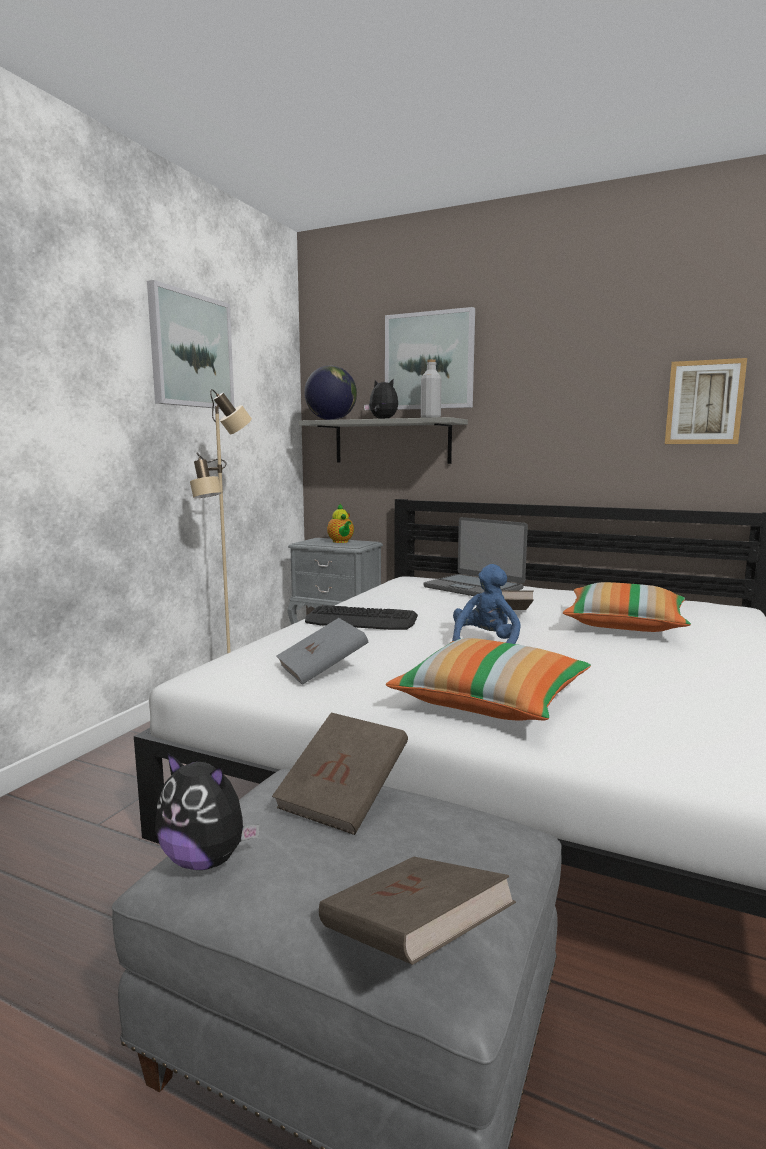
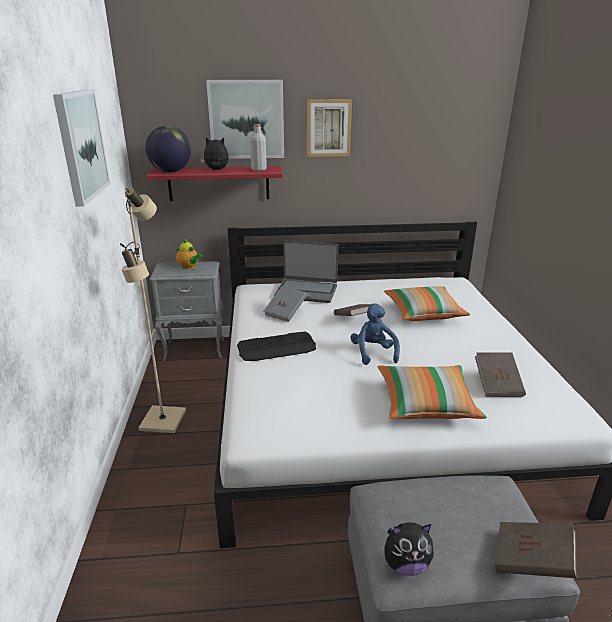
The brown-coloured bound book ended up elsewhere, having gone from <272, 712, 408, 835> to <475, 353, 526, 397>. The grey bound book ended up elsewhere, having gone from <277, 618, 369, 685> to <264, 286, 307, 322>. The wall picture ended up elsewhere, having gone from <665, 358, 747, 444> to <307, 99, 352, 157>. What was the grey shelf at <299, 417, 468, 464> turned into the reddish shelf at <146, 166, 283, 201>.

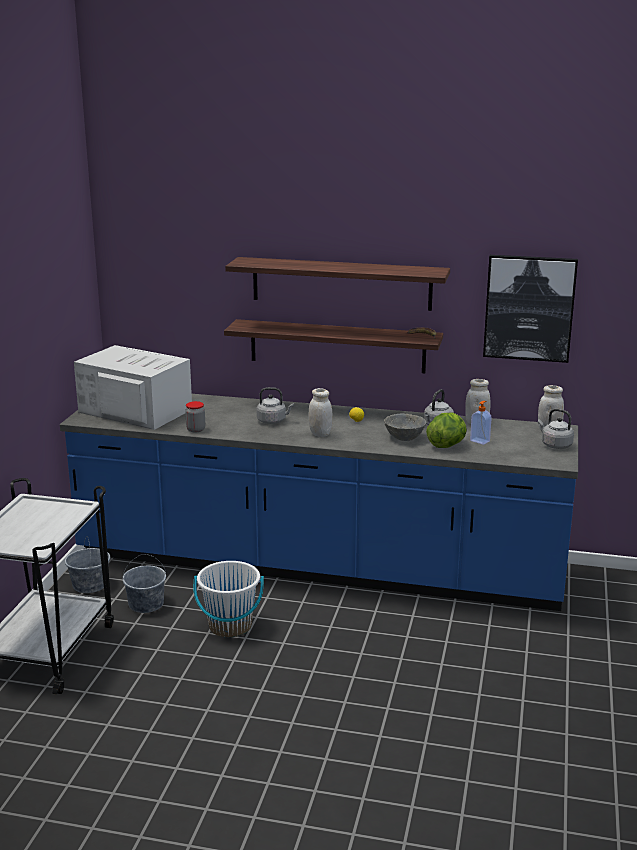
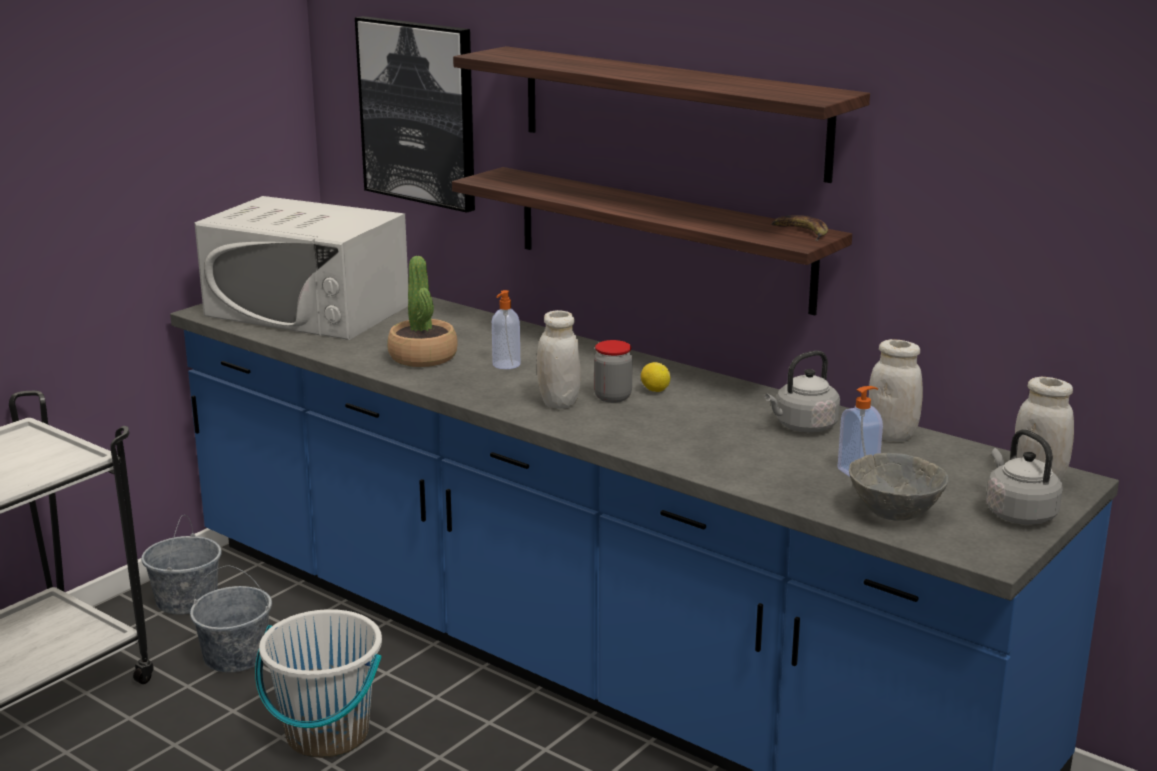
The second view lost the head of lettuce at <426, 413, 467, 448>. The second view gained the plant in a pot at <387, 256, 458, 367>. The jar ended up elsewhere, having gone from <185, 401, 205, 433> to <594, 340, 633, 403>. The grey bowl ended up elsewhere, having gone from <384, 414, 426, 441> to <849, 453, 948, 521>. The wall picture ended up elsewhere, having gone from <483, 255, 578, 363> to <355, 16, 475, 213>. Where the grey kettle stood at <257, 387, 294, 424>, the soap bottle came to stand at <492, 290, 520, 369>. The white microwave oven at <74, 345, 192, 430> ended up facing another way, 150 degrees clockwise from before.

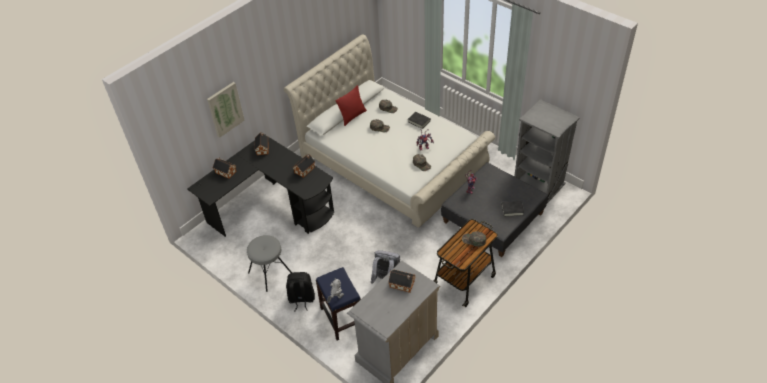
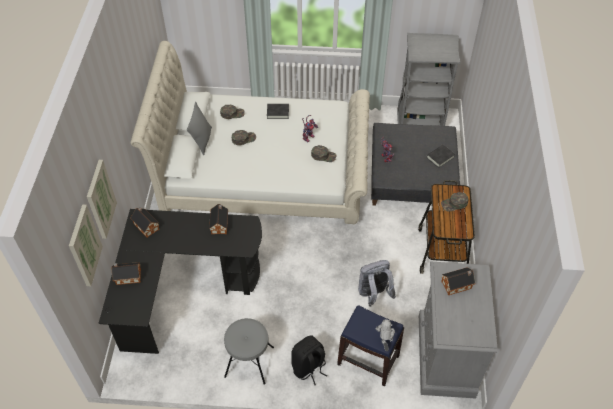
The second view gained the wall picture at <69, 204, 103, 287>. What was the reddish cushion at <335, 85, 367, 126> turned into the grey cushion at <187, 102, 212, 155>.

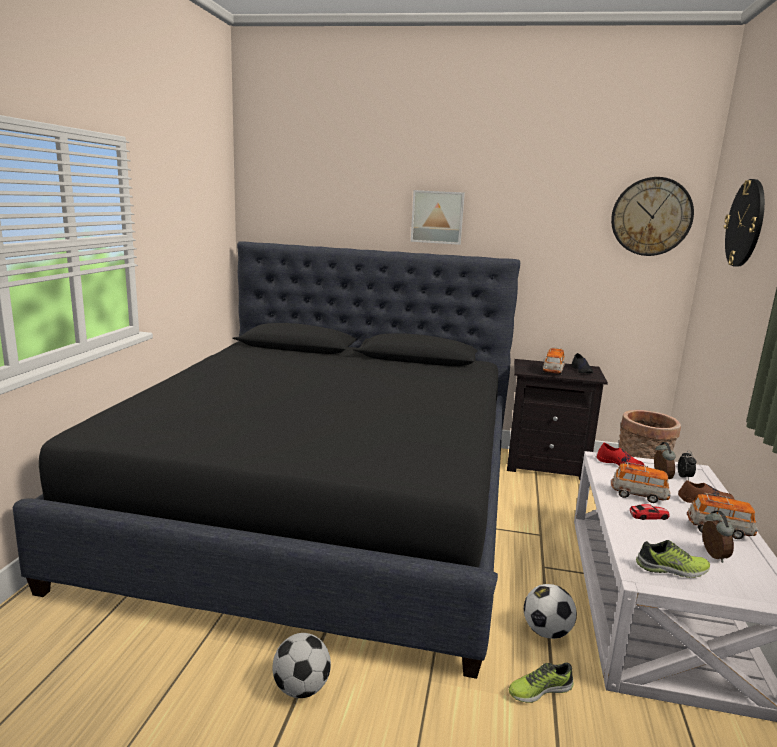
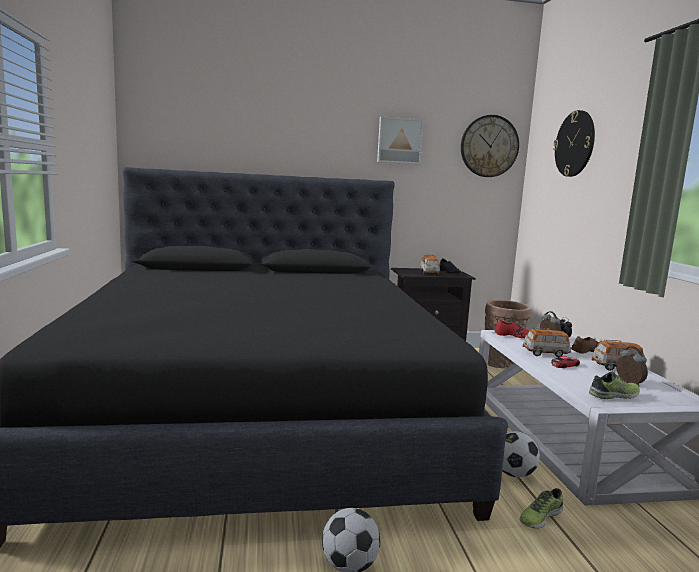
The wall picture ended up elsewhere, having gone from <411, 190, 465, 245> to <377, 117, 424, 164>.

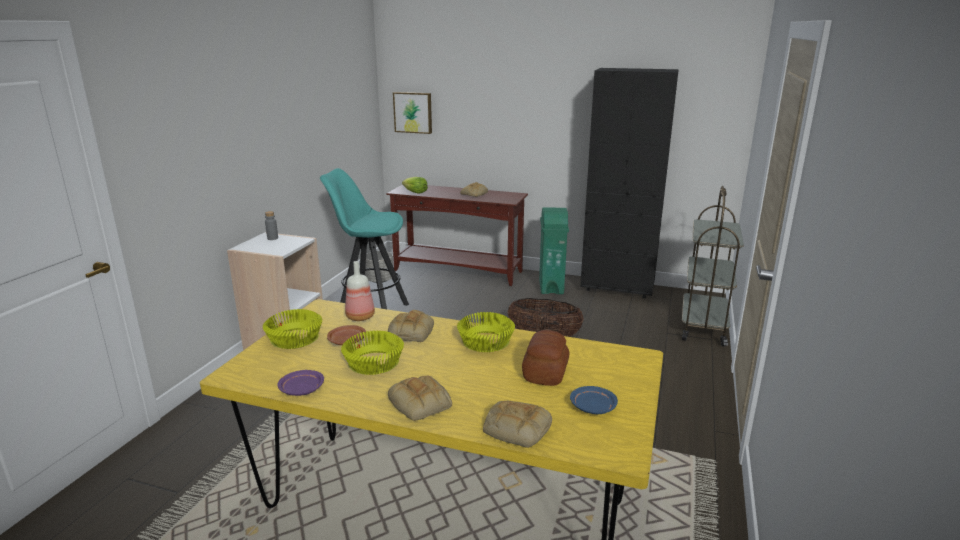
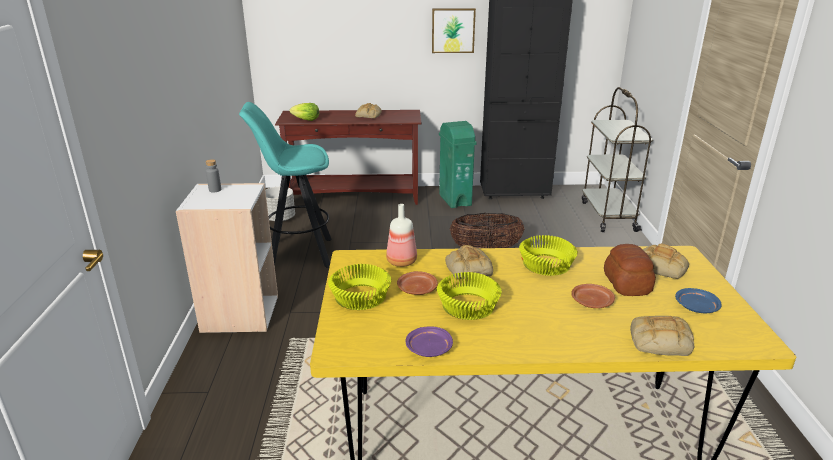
The second view gained the brown-coloured dinner plate at <571, 284, 615, 308>. The bakery bread ended up elsewhere, having gone from <388, 376, 452, 421> to <642, 244, 689, 279>. The wall picture ended up elsewhere, having gone from <393, 92, 432, 134> to <432, 8, 476, 53>.

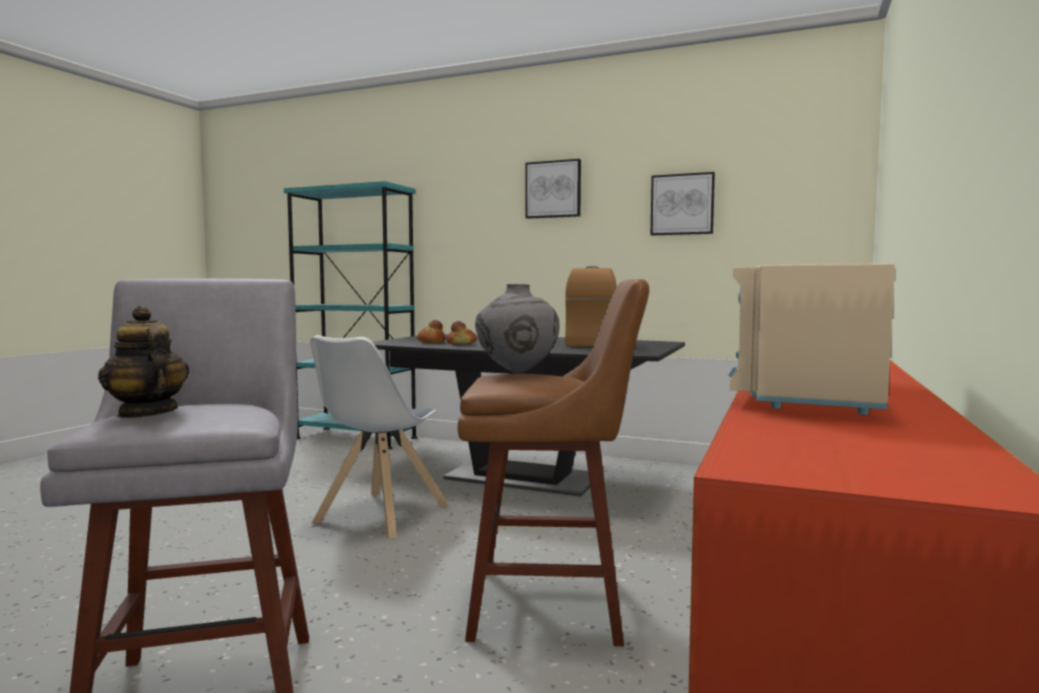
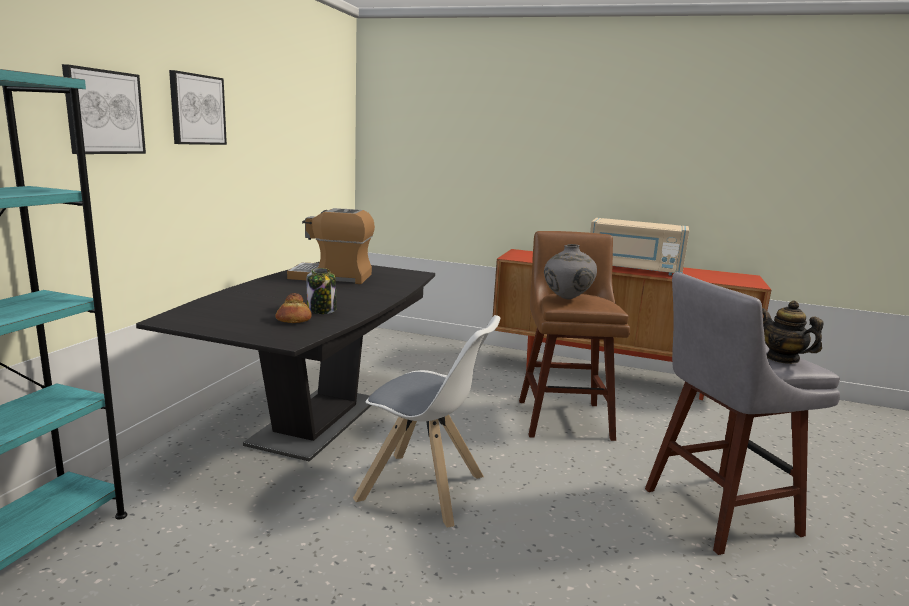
The wall picture ended up elsewhere, having gone from <651, 172, 715, 235> to <62, 64, 146, 154>. Where the bakery bread stood at <447, 321, 477, 344>, the jar came to stand at <306, 268, 336, 314>. The tea pot at <98, 306, 189, 418> ended up facing another way, 105 degrees clockwise from before.

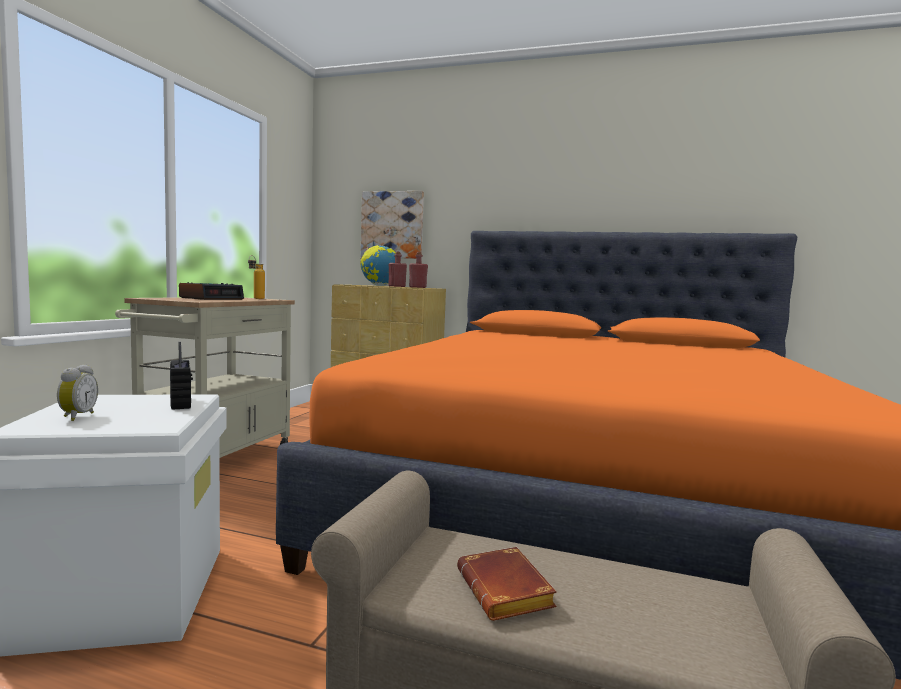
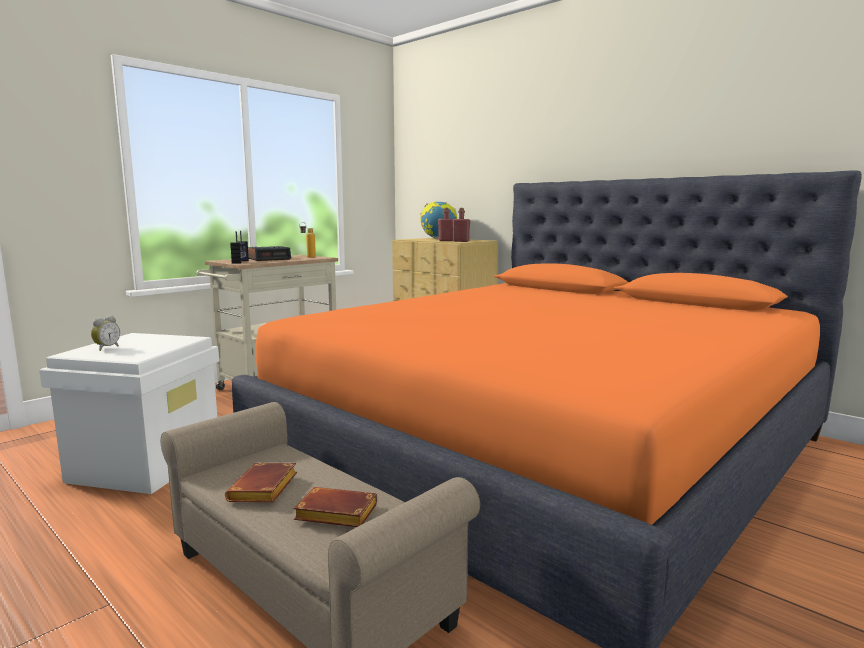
The second view lost the wall picture at <361, 191, 424, 259>. The second view gained the brown-coloured bound book at <293, 487, 377, 527>. The radio set ended up elsewhere, having gone from <170, 342, 193, 410> to <230, 231, 249, 264>.

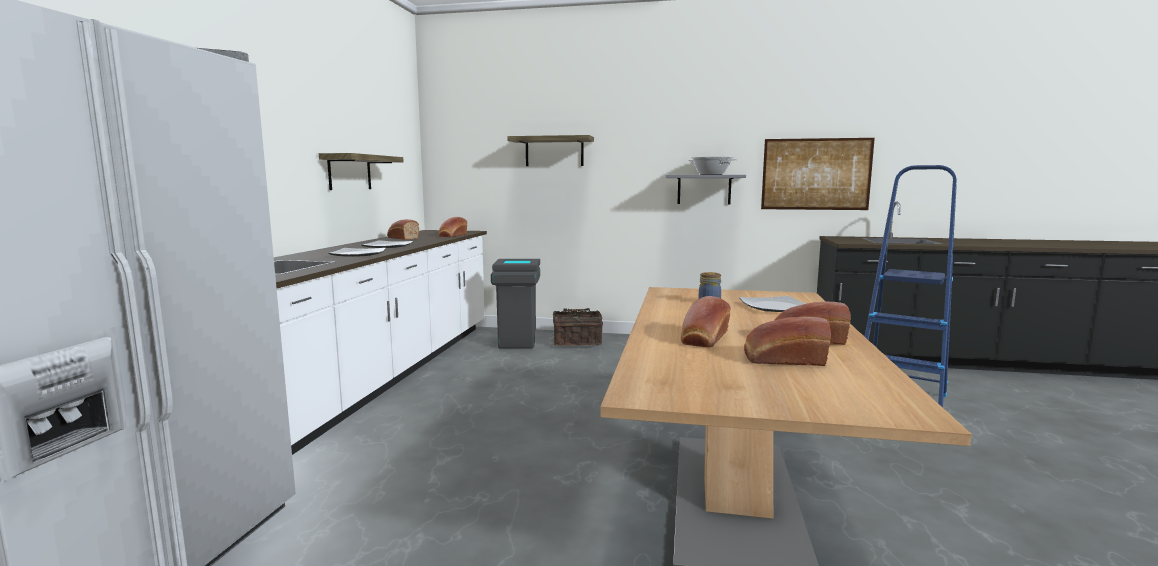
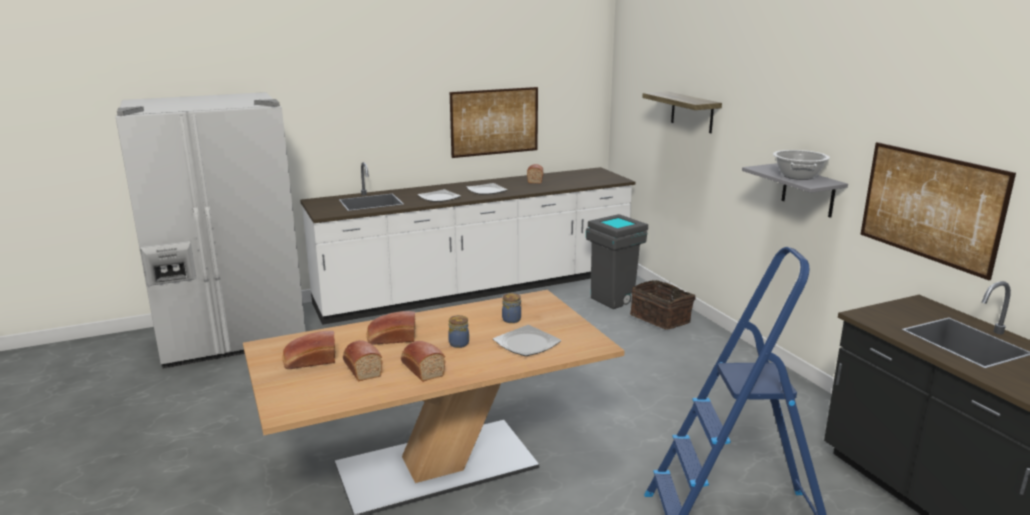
The second view gained the jar at <448, 315, 469, 348>. The bakery bread ended up elsewhere, having gone from <439, 217, 467, 237> to <282, 331, 336, 369>. Where the shelf hung at <319, 153, 404, 190>, the wall picture came to hang at <450, 87, 538, 158>.

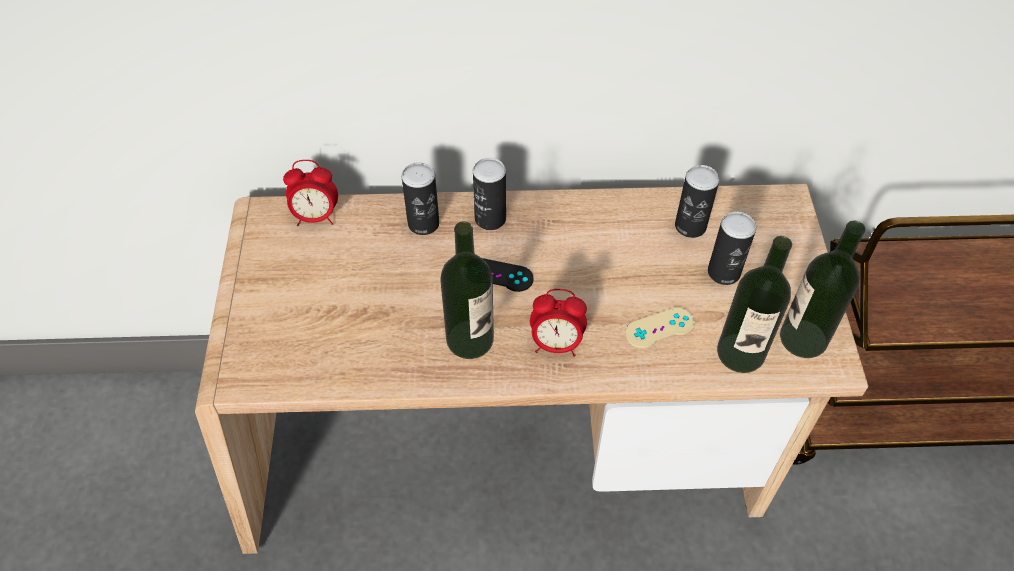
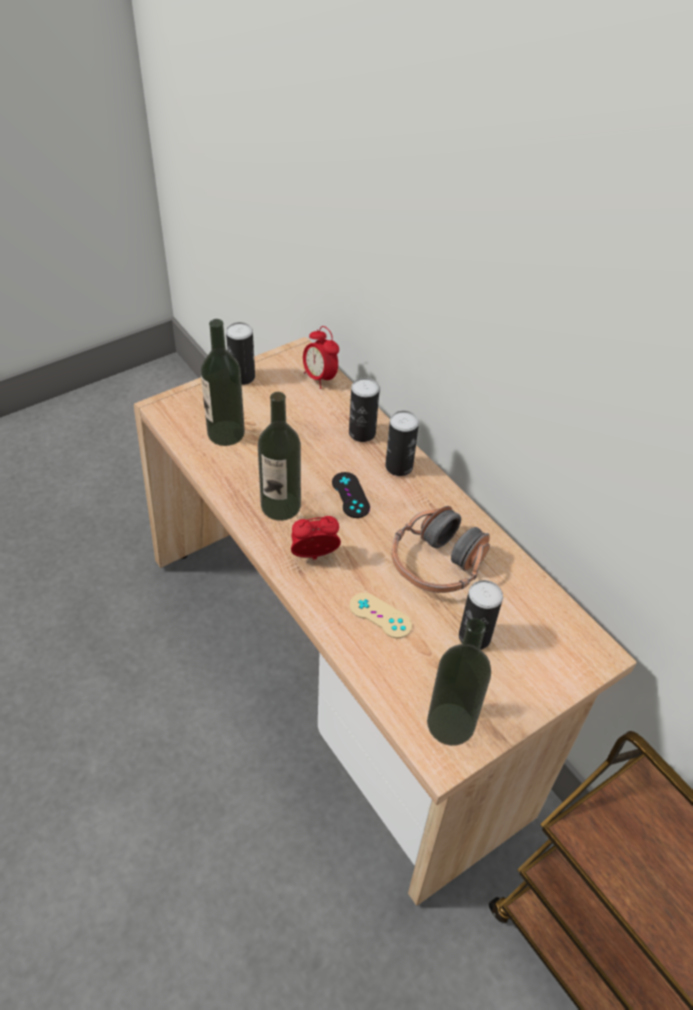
The second view gained the headphones at <392, 506, 490, 593>. The can ended up elsewhere, having gone from <675, 165, 720, 238> to <226, 322, 255, 385>. The drink bottle ended up elsewhere, having gone from <717, 236, 792, 373> to <200, 319, 245, 446>. The alarm clock at <530, 289, 587, 357> ended up facing another way, 105 degrees clockwise from before.

